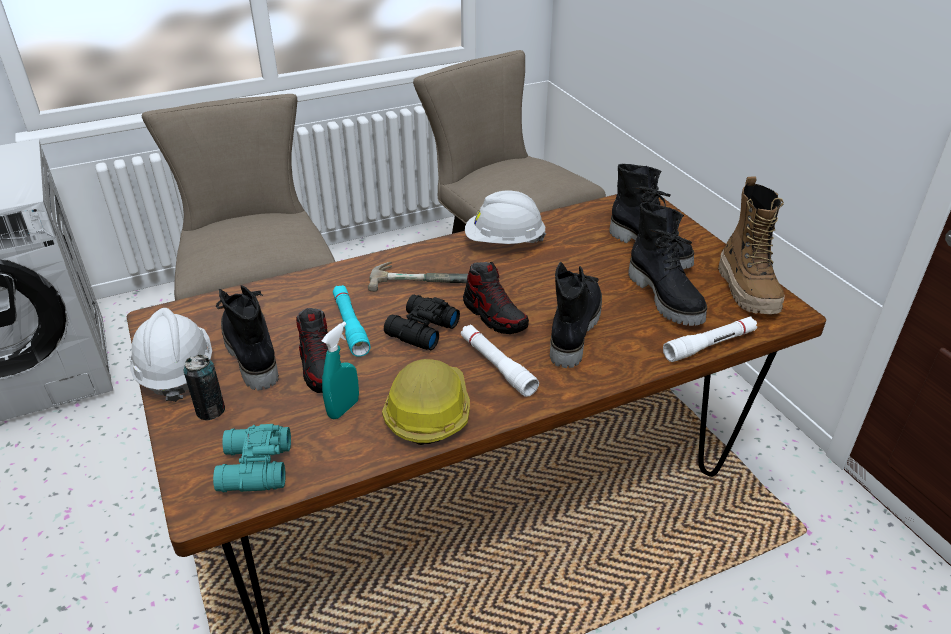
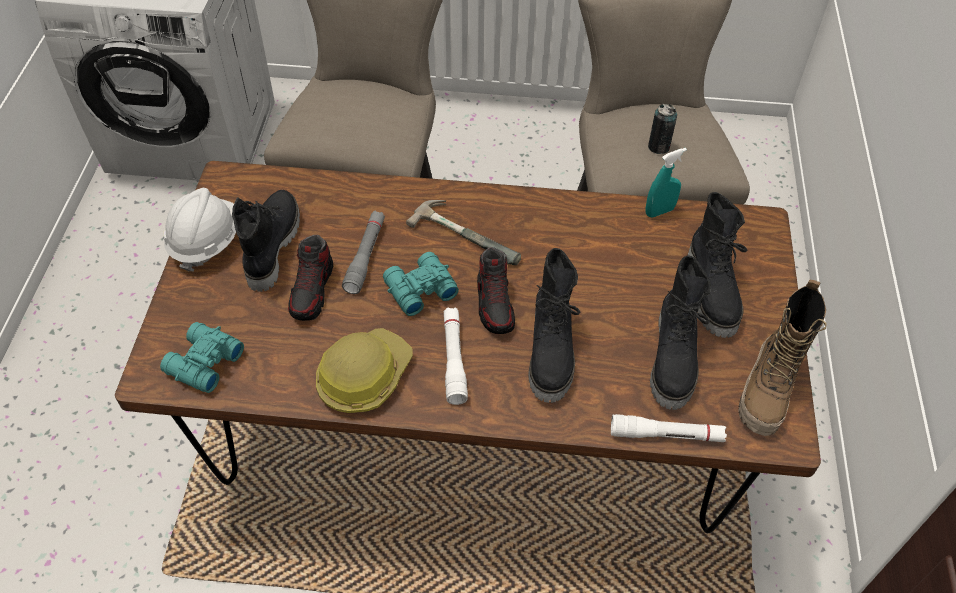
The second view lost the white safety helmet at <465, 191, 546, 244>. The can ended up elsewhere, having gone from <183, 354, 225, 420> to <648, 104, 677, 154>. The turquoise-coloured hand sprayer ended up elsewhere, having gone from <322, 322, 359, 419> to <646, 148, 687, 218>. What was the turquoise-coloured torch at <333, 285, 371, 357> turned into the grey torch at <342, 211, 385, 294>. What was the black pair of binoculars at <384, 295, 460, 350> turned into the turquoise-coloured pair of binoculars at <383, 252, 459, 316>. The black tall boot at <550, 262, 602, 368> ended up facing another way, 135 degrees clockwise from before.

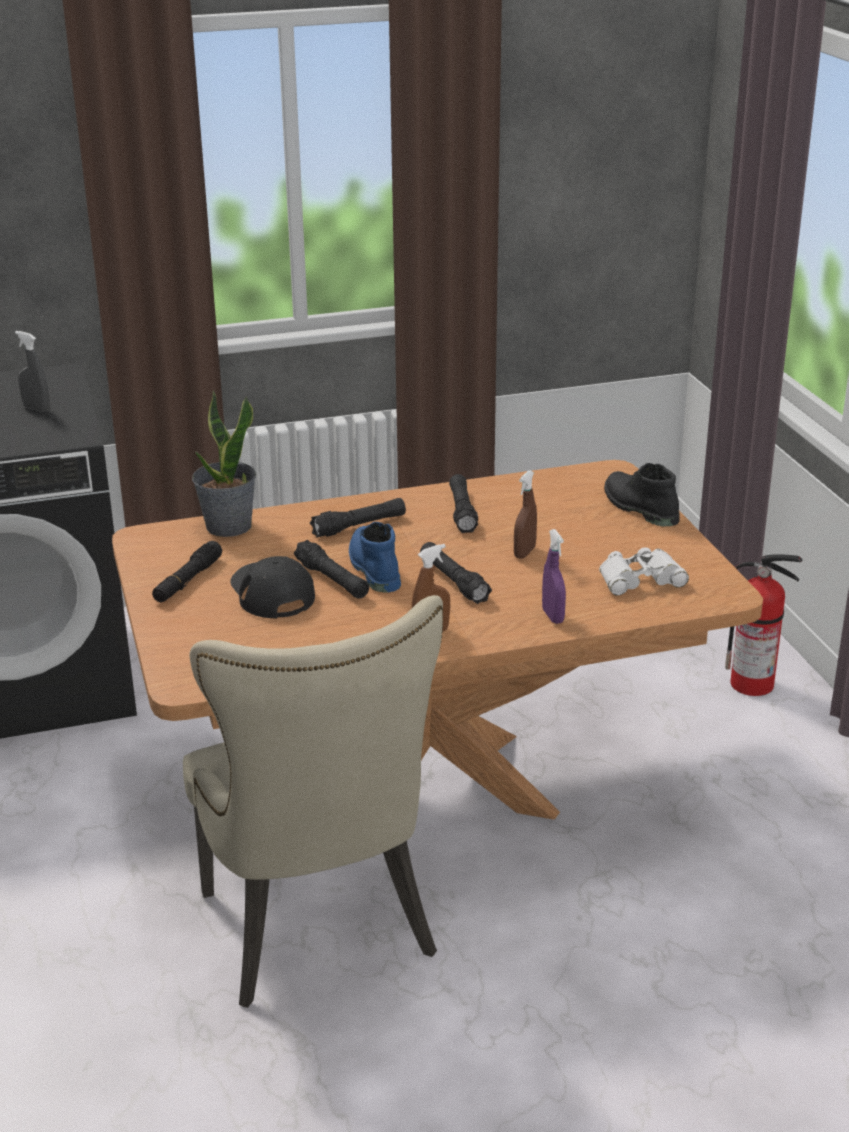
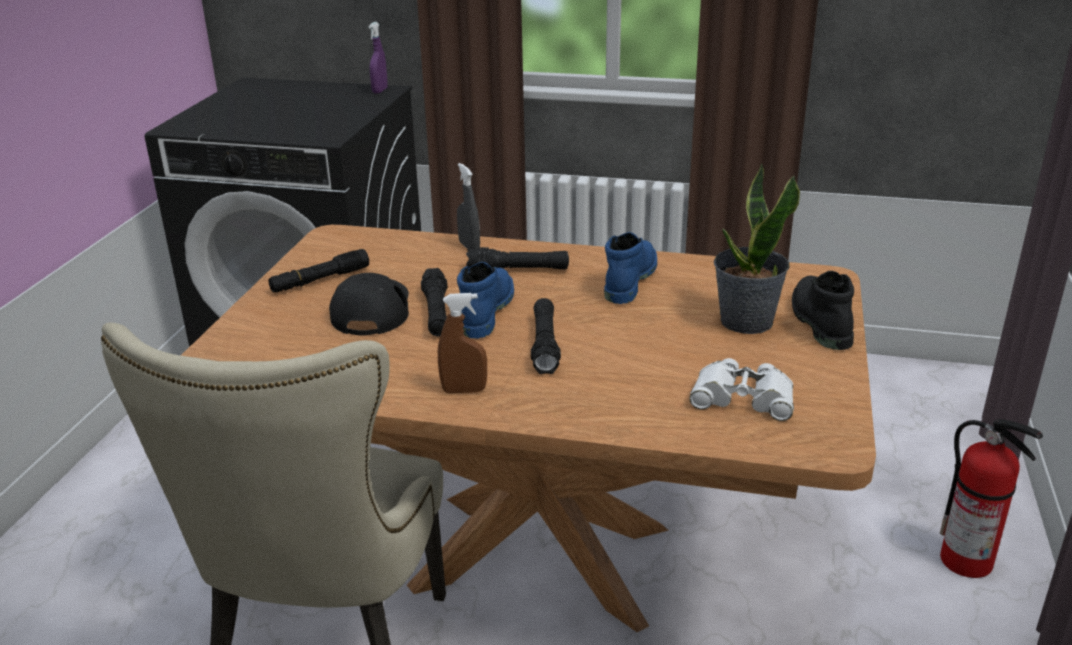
The second view lost the brown-coloured hand sprayer at <514, 470, 537, 559>. The grey hand sprayer ended up elsewhere, having gone from <15, 331, 50, 412> to <457, 163, 480, 249>. The plant in a pot ended up elsewhere, having gone from <192, 391, 256, 537> to <714, 163, 800, 334>. The purple-coloured hand sprayer ended up elsewhere, having gone from <542, 529, 566, 624> to <368, 22, 388, 94>. Where the black torch stood at <449, 474, 478, 533>, the blue tall boot came to stand at <604, 232, 657, 304>.

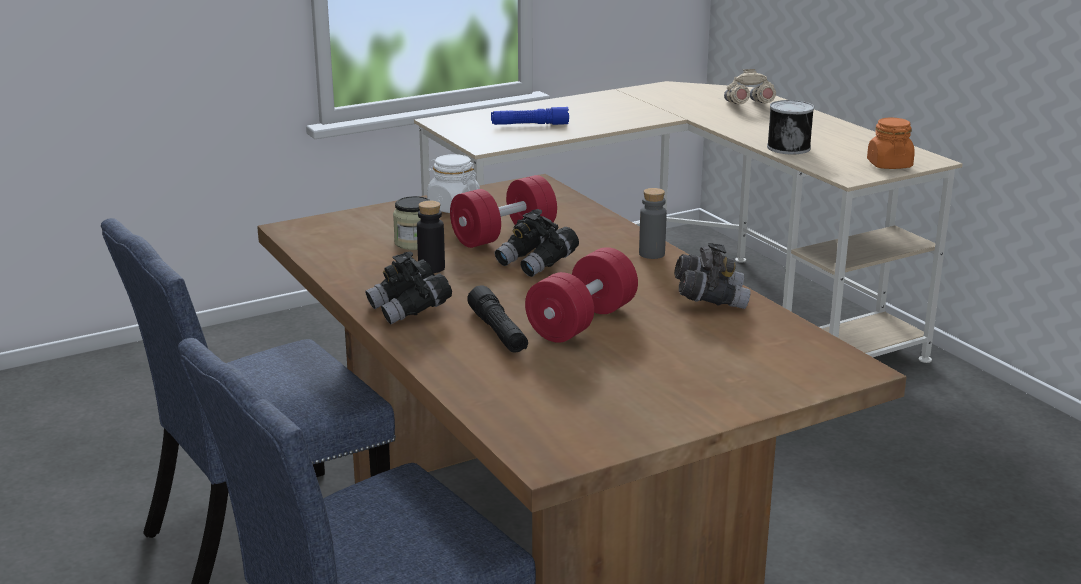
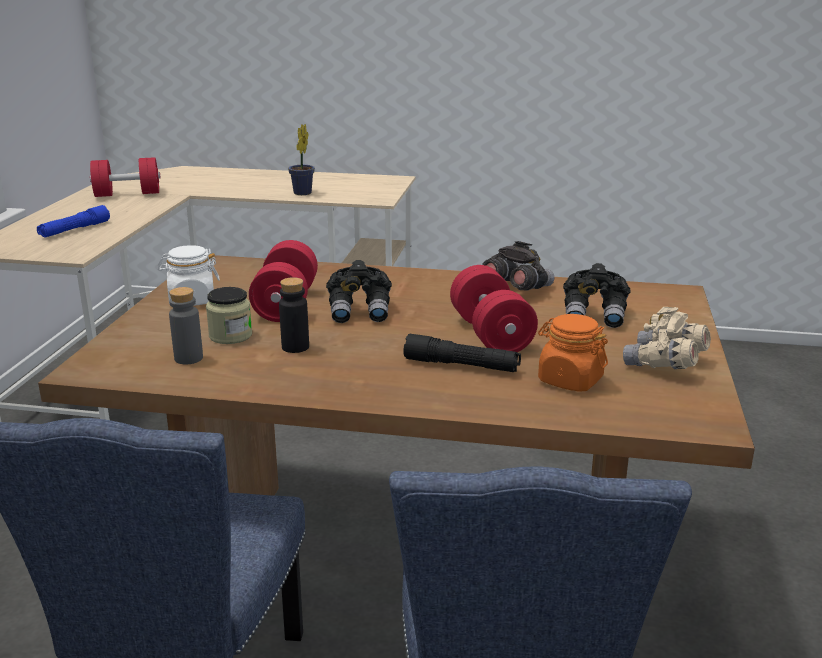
The second view gained the reddish dumbbell at <90, 157, 161, 197>. The black pair of binoculars ended up elsewhere, having gone from <365, 252, 452, 324> to <563, 263, 630, 328>. The grey drink bottle ended up elsewhere, having gone from <639, 188, 667, 259> to <169, 287, 203, 365>. The beige-coloured pair of binoculars ended up elsewhere, having gone from <724, 69, 776, 104> to <623, 307, 711, 369>. The orange jar ended up elsewhere, having gone from <867, 117, 915, 169> to <538, 314, 608, 392>. Where the can stood at <767, 100, 814, 154>, the plant in a pot came to stand at <288, 124, 315, 195>.

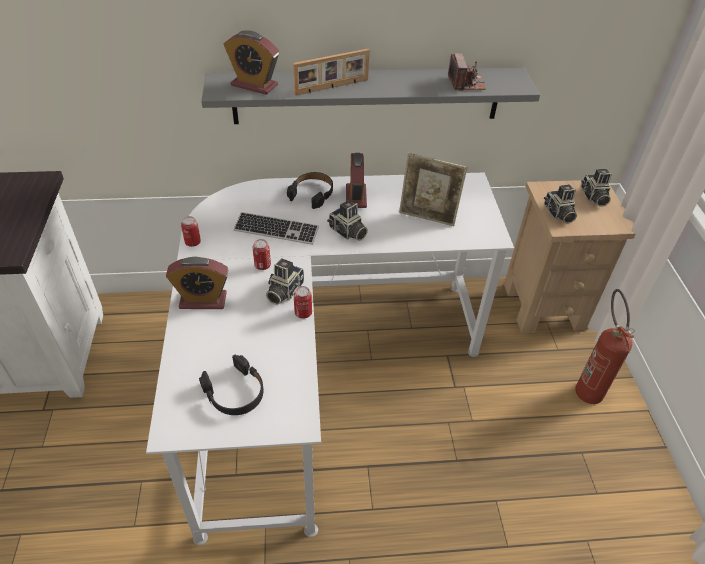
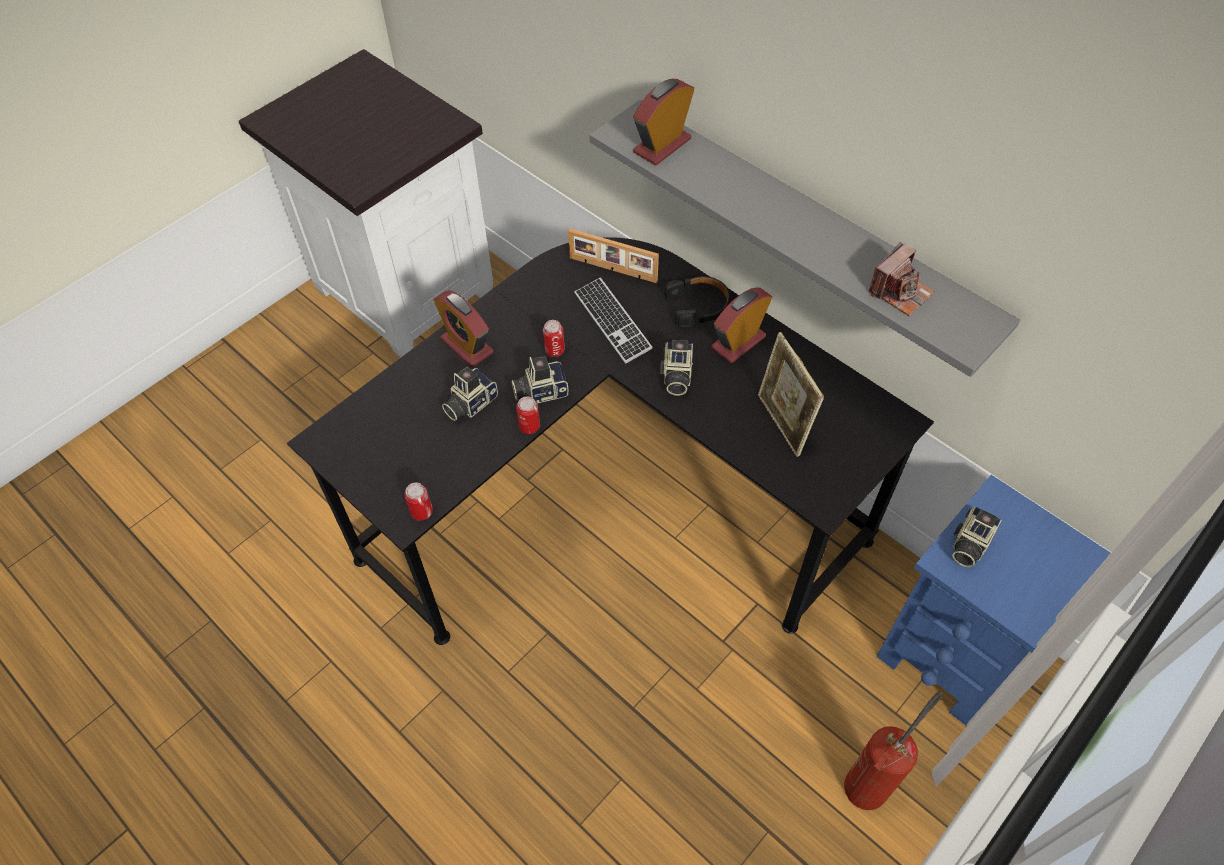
The second view lost the black headphones at <199, 355, 264, 415>. The can ended up elsewhere, having gone from <181, 216, 201, 247> to <404, 483, 433, 521>. The picture frame ended up elsewhere, having gone from <293, 49, 370, 96> to <568, 229, 659, 283>. The photo camera ended up elsewhere, having gone from <581, 169, 612, 207> to <442, 367, 498, 421>. What was the white desk table at <146, 172, 514, 545> turned into the black desk table at <287, 237, 934, 645>. What was the beige-coloured night table at <504, 180, 636, 333> turned into the blue night table at <876, 475, 1111, 726>. The alarm clock at <224, 30, 279, 95> ended up facing another way, 60 degrees clockwise from before.

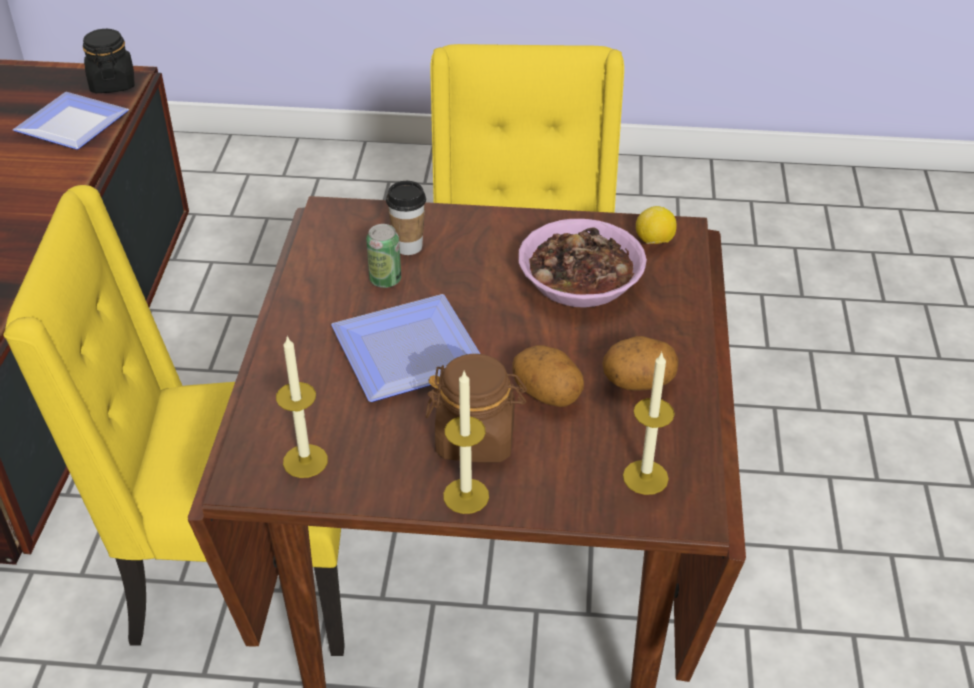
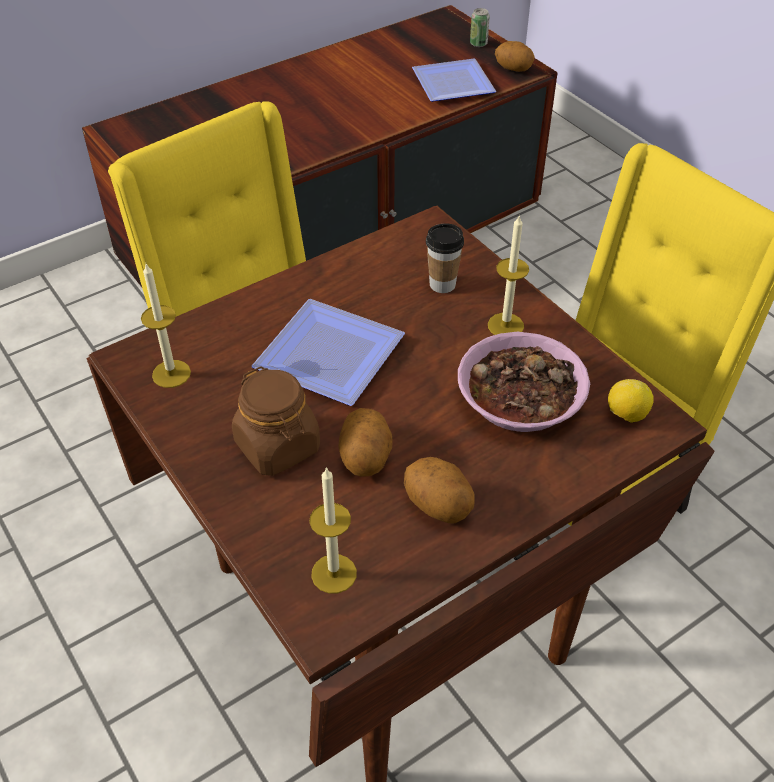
The can ended up elsewhere, having gone from <366, 224, 401, 288> to <470, 8, 490, 47>. The wax light ended up elsewhere, having gone from <443, 371, 489, 514> to <488, 214, 529, 335>. Where the black jar stood at <83, 29, 134, 93>, the spud came to stand at <495, 41, 535, 72>.

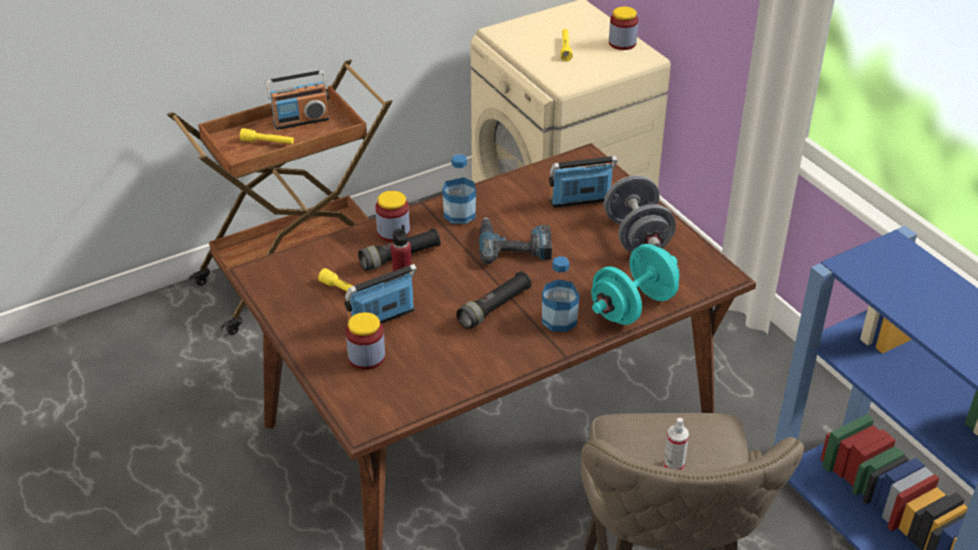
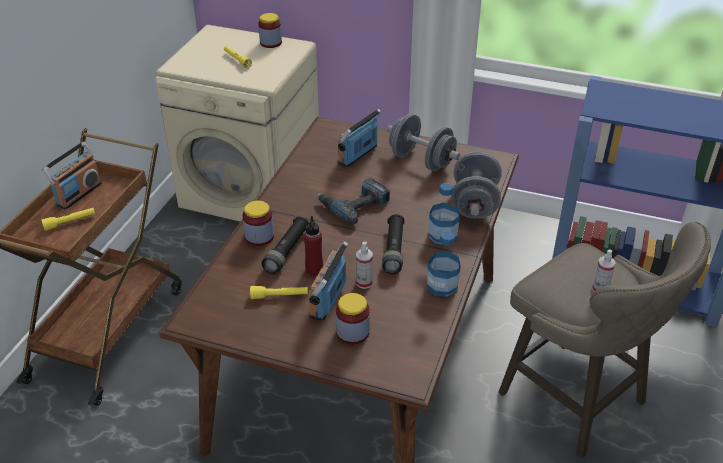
The second view gained the hand sprayer at <356, 241, 373, 289>. The drink bottle ended up elsewhere, having gone from <442, 154, 476, 224> to <427, 231, 461, 297>. What was the turquoise-coloured dumbbell at <591, 244, 679, 325> turned into the grey dumbbell at <451, 152, 502, 219>.

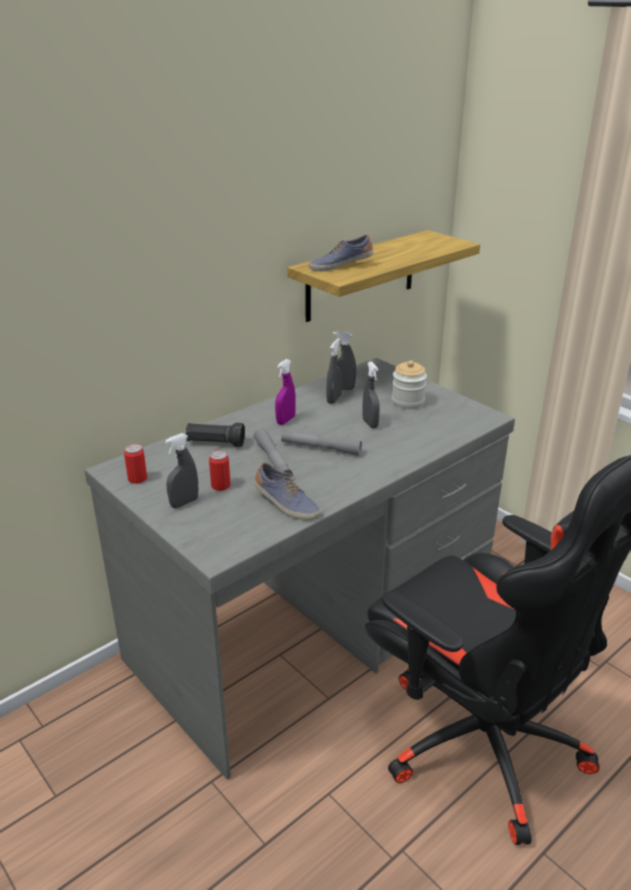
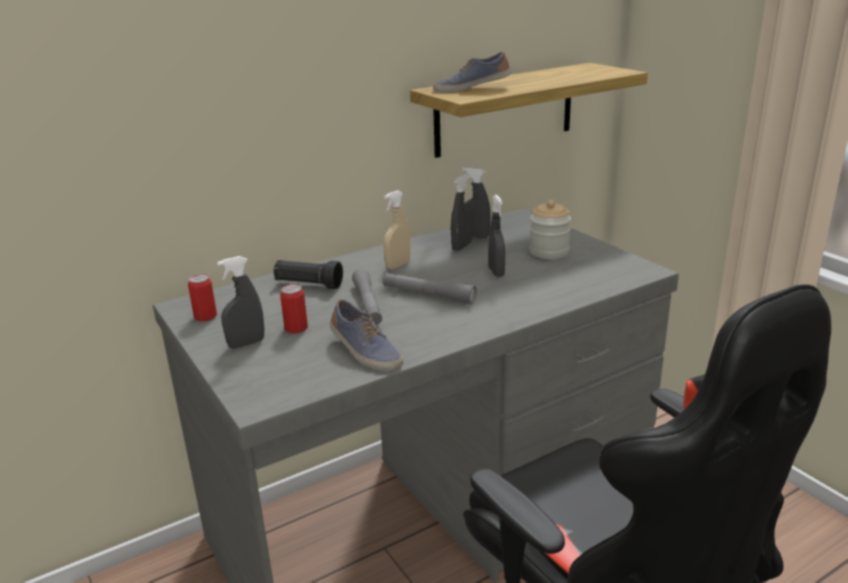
What was the purple-coloured hand sprayer at <275, 359, 295, 425> turned into the beige-coloured hand sprayer at <383, 190, 410, 270>.

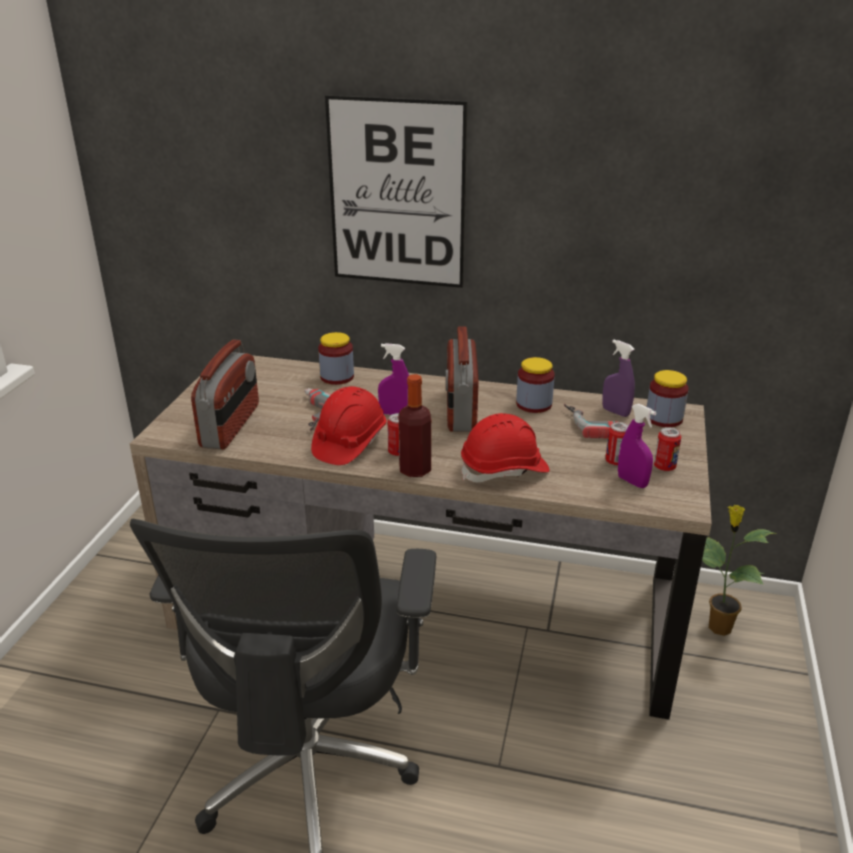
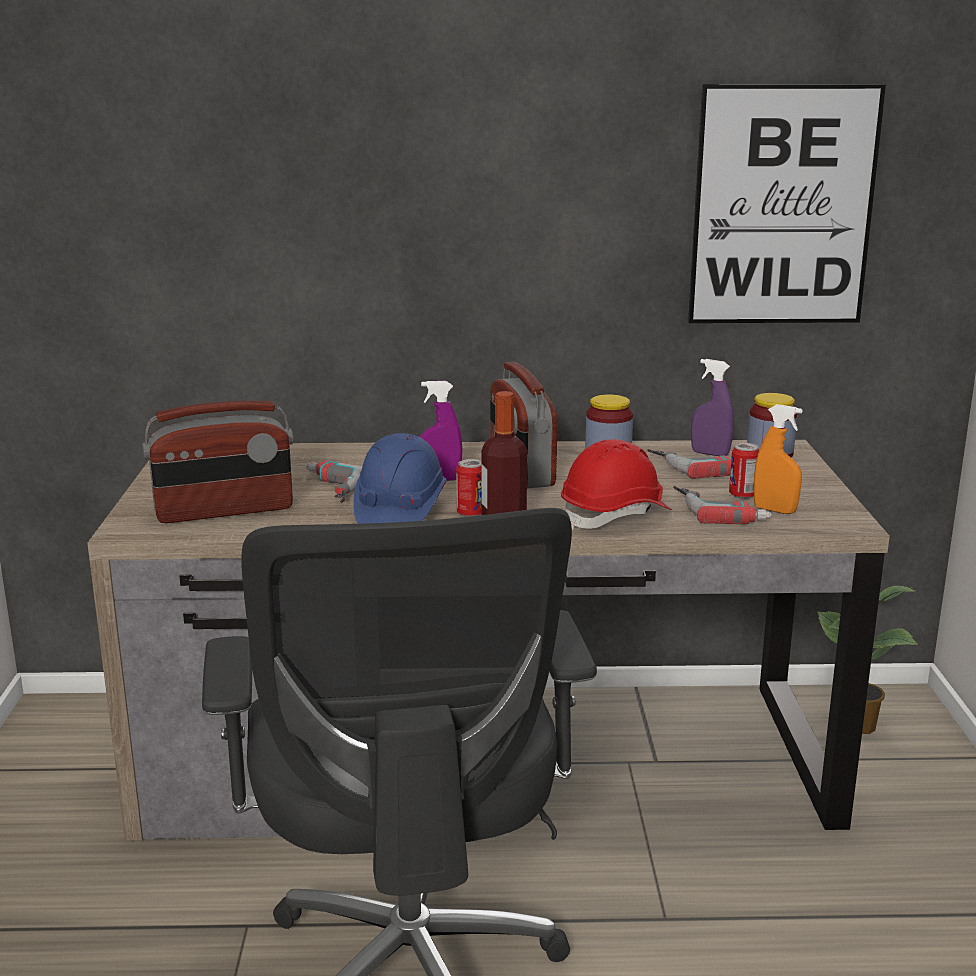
The second view lost the jar at <318, 332, 354, 385>. The second view lost the can at <654, 427, 681, 471>. The second view gained the power drill at <673, 486, 772, 524>. The wall picture ended up elsewhere, having gone from <325, 95, 468, 288> to <688, 84, 886, 323>. What was the reddish safety helmet at <311, 386, 386, 465> turned into the blue safety helmet at <353, 433, 447, 524>. What was the purple-coloured hand sprayer at <618, 404, 656, 488> turned into the orange hand sprayer at <754, 404, 802, 514>. The radio set at <191, 340, 259, 449> ended up facing another way, 75 degrees clockwise from before.

